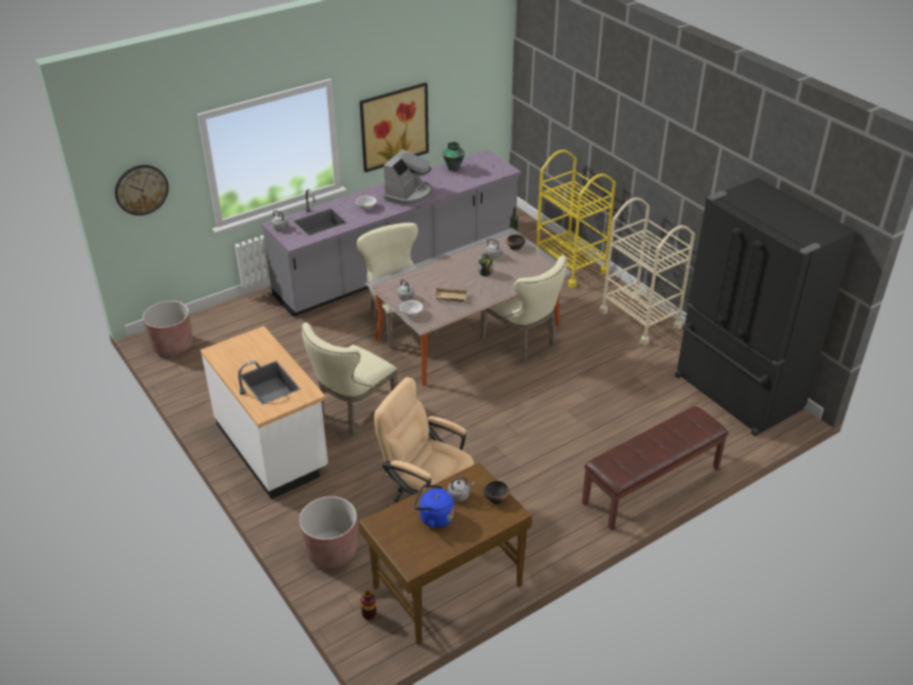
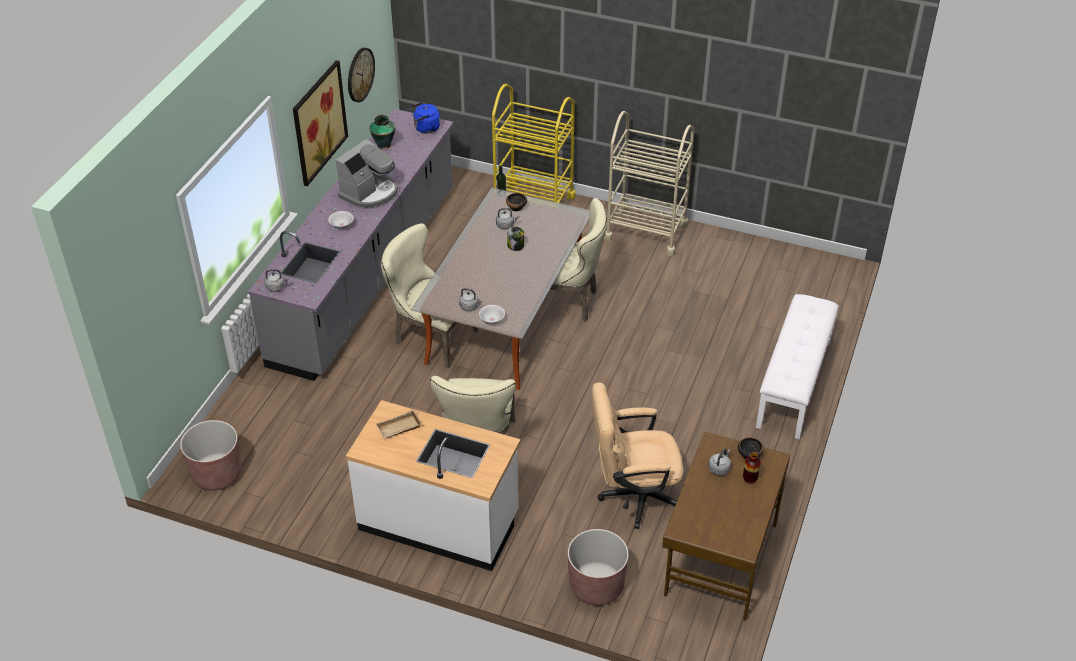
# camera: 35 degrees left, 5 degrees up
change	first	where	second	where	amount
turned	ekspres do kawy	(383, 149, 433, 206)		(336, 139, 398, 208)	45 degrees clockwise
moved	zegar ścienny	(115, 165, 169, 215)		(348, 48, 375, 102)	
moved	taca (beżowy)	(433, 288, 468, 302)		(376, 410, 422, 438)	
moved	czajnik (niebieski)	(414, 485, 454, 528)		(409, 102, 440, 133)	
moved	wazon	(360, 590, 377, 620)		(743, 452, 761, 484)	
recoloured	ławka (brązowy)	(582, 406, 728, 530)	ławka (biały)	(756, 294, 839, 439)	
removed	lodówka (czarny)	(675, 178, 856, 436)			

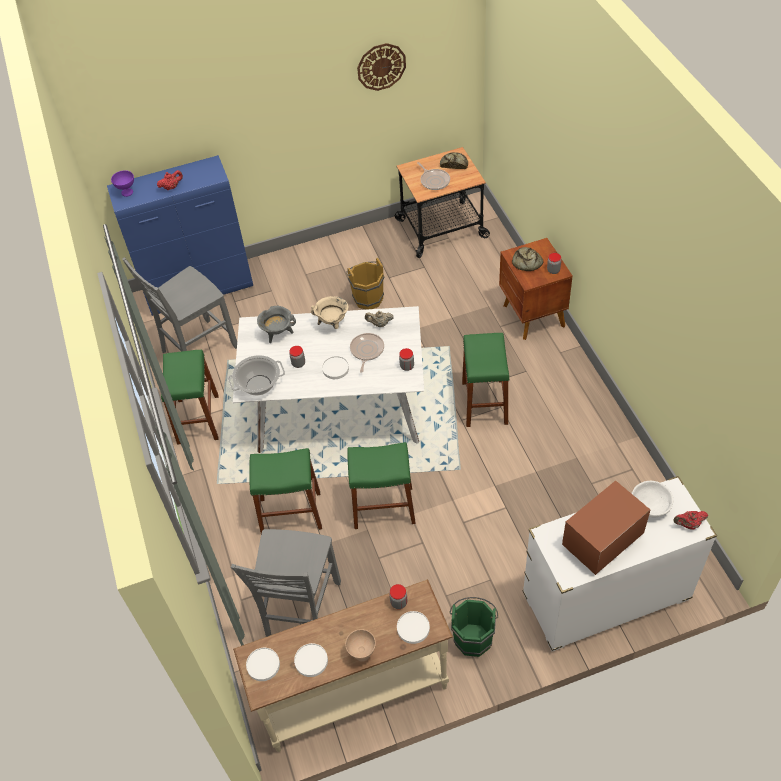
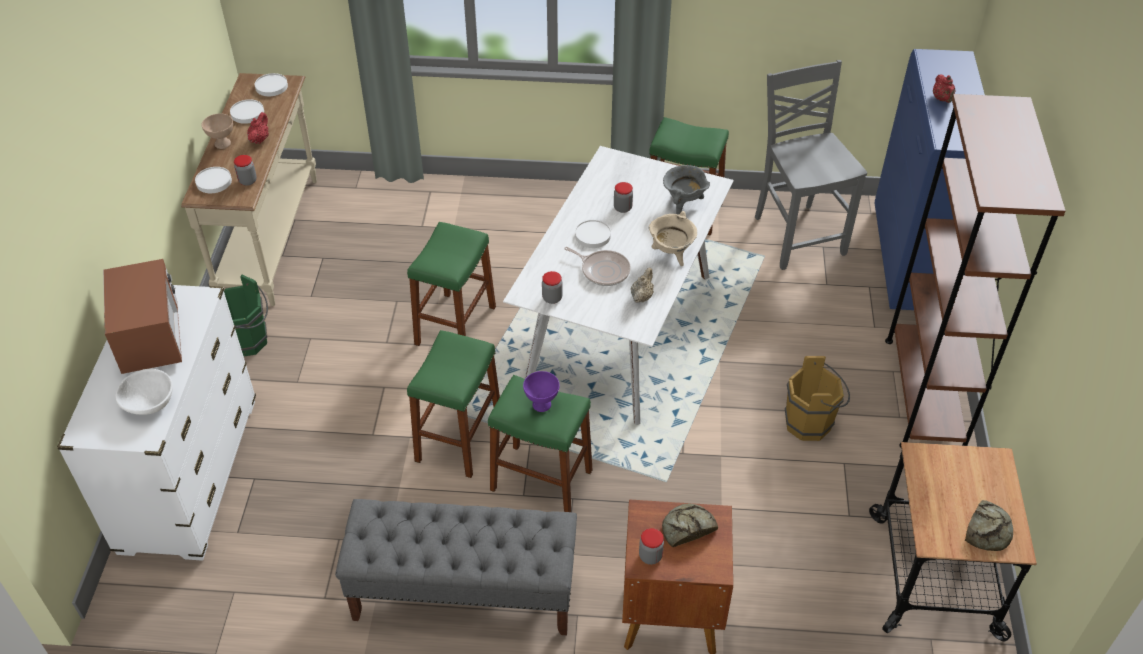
# camera: 110 degrees right, 5 degrees down
change	first	where	second	where	amount
moved	imbryk (czerwony)	(673, 511, 708, 530)		(247, 112, 269, 144)	
added			ławka (szary)	(335, 499, 577, 635)	
moved	stołek (zielony)	(250, 448, 322, 534)		(407, 330, 500, 478)	
moved	miska (fioletowy)	(111, 170, 134, 197)		(523, 371, 559, 412)	
added			regał (brązowy)	(885, 94, 1066, 448)	
removed	garnek	(228, 355, 285, 396)			
removed	krzesło (szary)	(231, 529, 341, 637)			
removed	zegar ścienny	(357, 43, 406, 91)			
removed	patelnia	(417, 162, 450, 190)			

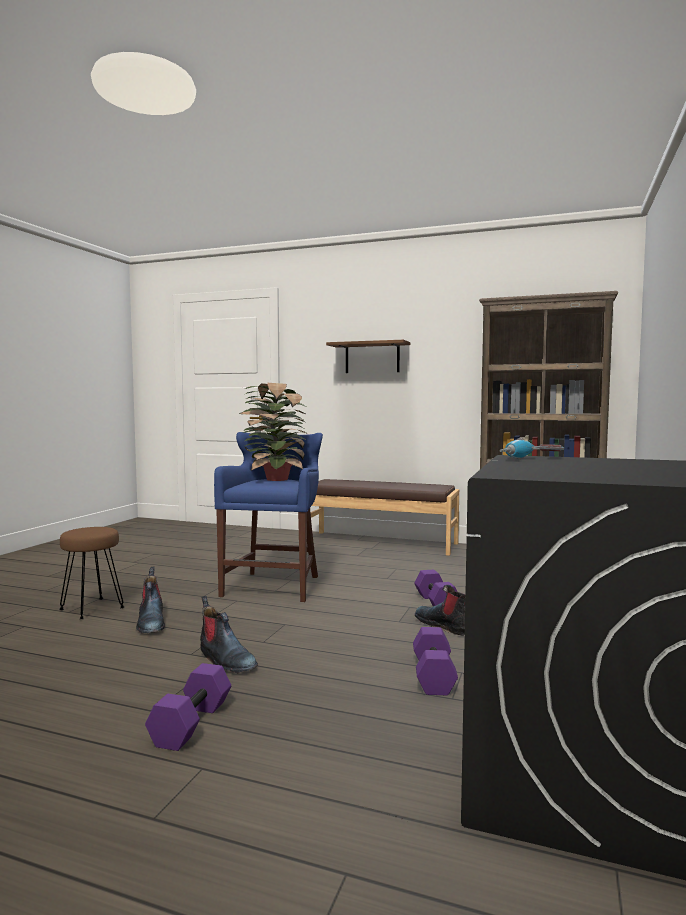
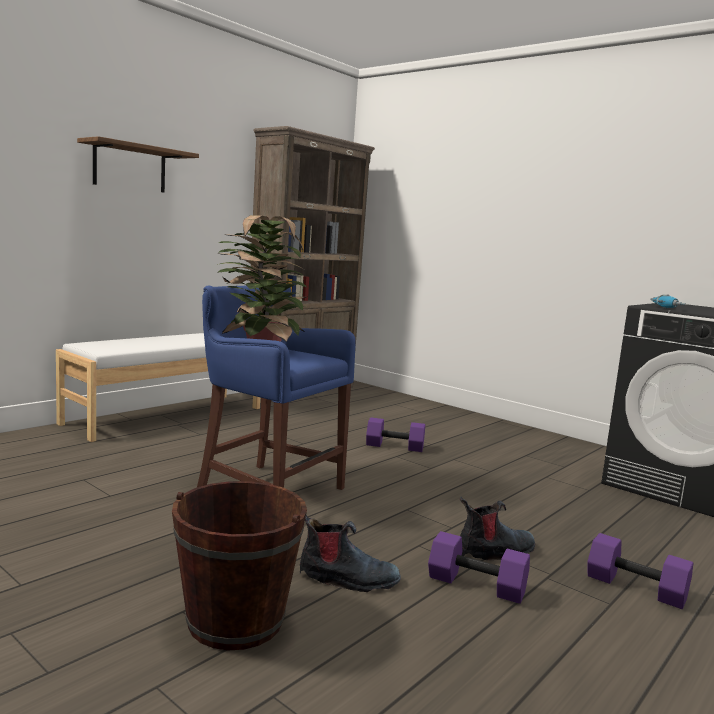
# camera: 70 degrees left, 5 degrees up
change	first	where	second	where	amount
recoloured	ławka (brązowy)	(310, 479, 459, 556)	ławka (biały)	(56, 333, 260, 442)	
replaced	stołek (brązowy)	(59, 527, 124, 619)	wiadro (brązowy)	(172, 481, 307, 650)	
moved	hantel (fioletowy)	(413, 627, 458, 695)		(428, 531, 530, 604)	
removed	but z cholewką	(415, 585, 465, 635)			

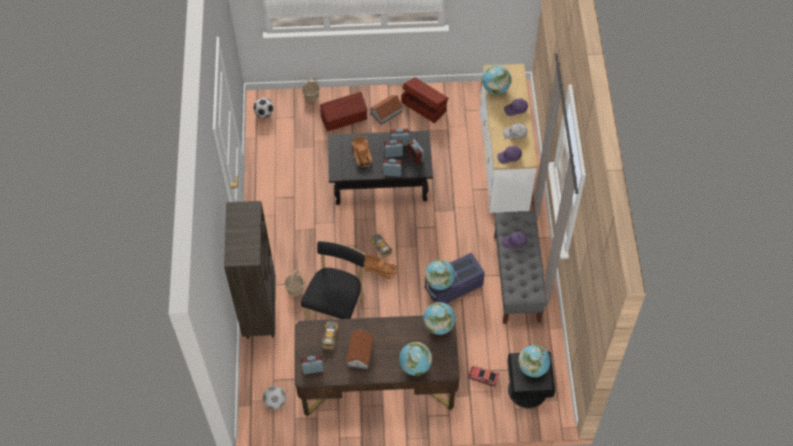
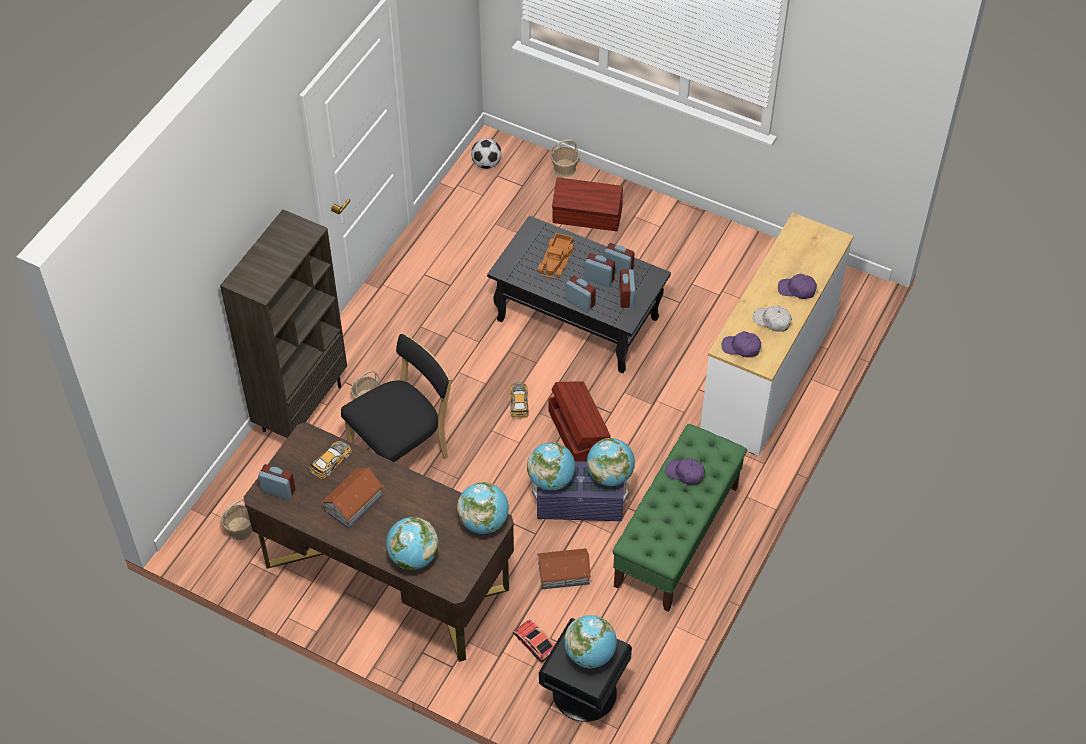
# camera: 30 degrees right, 5 degrees down
change	first	where	second	where	amount
replaced	piłka futbolowa	(263, 386, 286, 409)	koszyk	(221, 499, 252, 540)	
moved	domek	(370, 95, 403, 125)		(537, 548, 591, 589)	
moved	pojemnik do przechowywania (brązowy)	(401, 77, 448, 123)		(548, 381, 611, 462)	
moved	globus	(482, 65, 511, 95)		(587, 438, 635, 486)	
recoloured	ławka (szary)	(494, 211, 547, 324)	ławka (zielony)	(612, 424, 747, 612)	
removed	ciężarówka zabawkowa	(364, 254, 397, 279)			

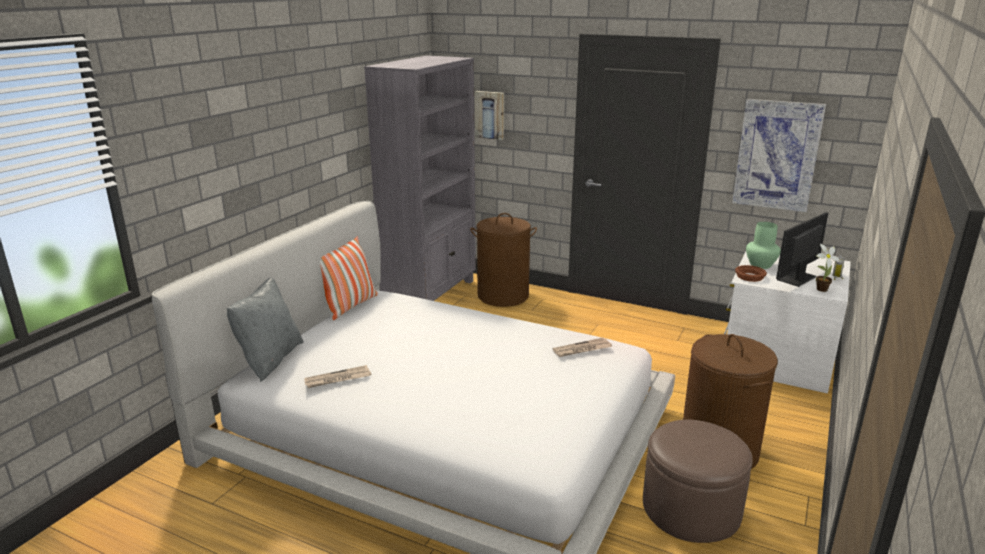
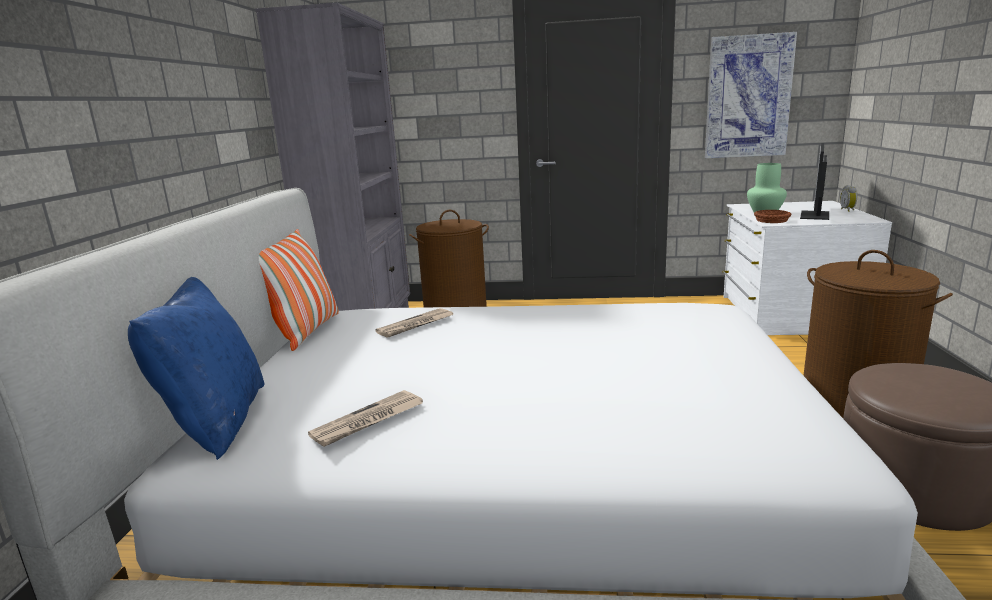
# camera: 20 degrees left, 5 degrees down
change	first	where	second	where	amount
recoloured	poduszka (szary)	(227, 277, 304, 382)	poduszka (niebieski)	(128, 277, 264, 460)	
moved	gazeta	(553, 337, 612, 357)		(375, 308, 453, 338)	
removed	obraz	(475, 91, 504, 140)			
removed	roślina doniczkowa	(816, 244, 841, 292)			

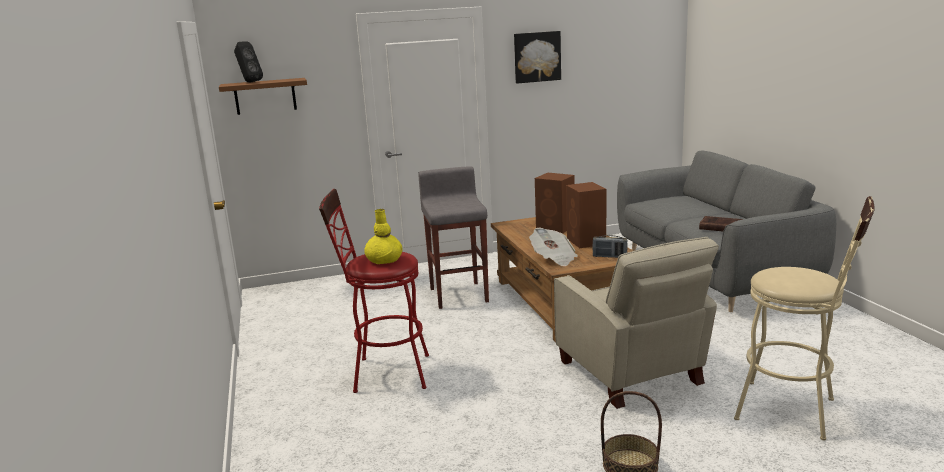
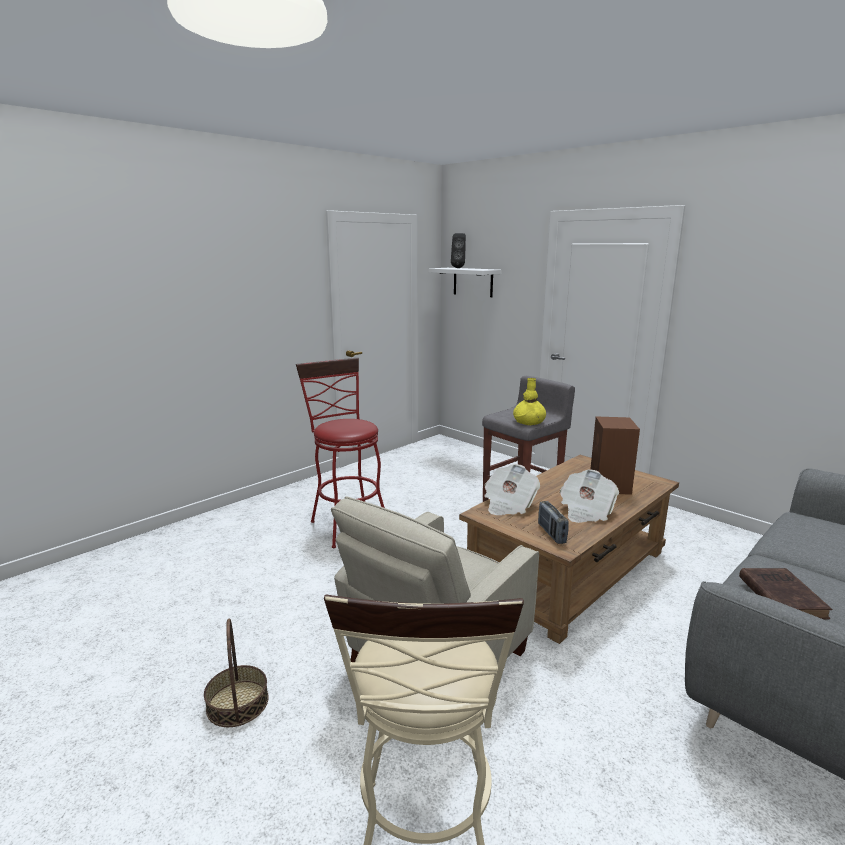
# camera: 60 degrees right, 0 degrees up
change	first	where	second	where	amount
recoloured	półka (brązowy)	(219, 78, 307, 115)	półka (biały)	(429, 268, 502, 297)	
moved	wazon (żółty)	(364, 209, 402, 264)		(513, 378, 546, 426)	
replaced	głośnik (brązowy)	(566, 182, 606, 248)	gazeta	(560, 469, 619, 523)	
removed	obraz	(514, 31, 561, 83)			

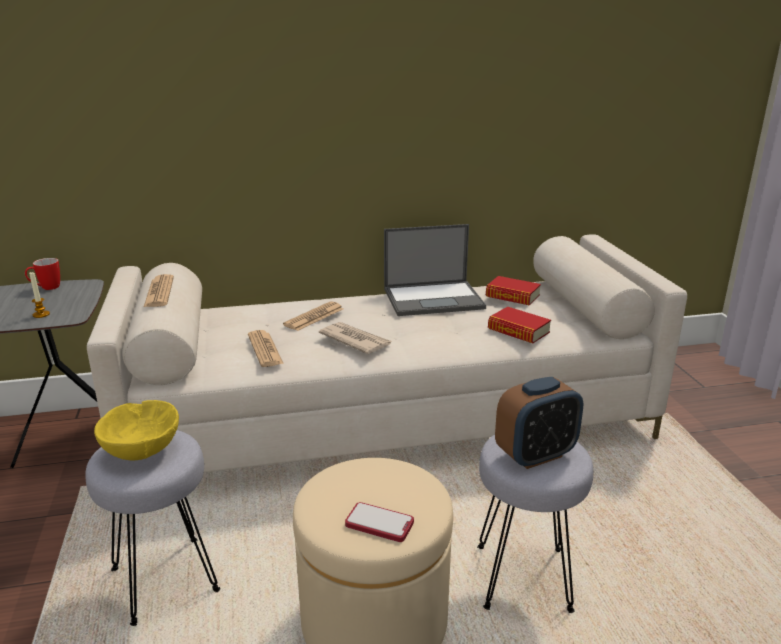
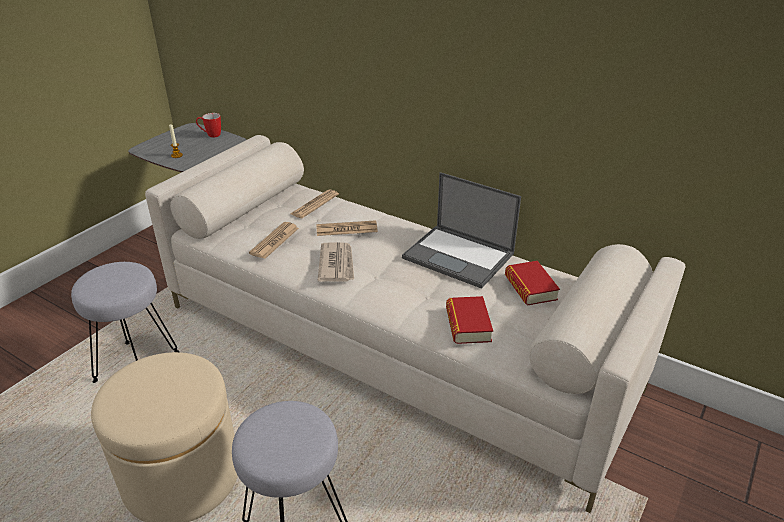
# camera: 45 degrees right, 10 degrees up
change	first	where	second	where	amount
moved	gazeta	(144, 274, 174, 307)		(291, 190, 339, 218)	
removed	miska (żółty)	(94, 400, 179, 461)			
removed	telefon	(345, 502, 414, 542)			
removed	budzik	(495, 377, 583, 469)			

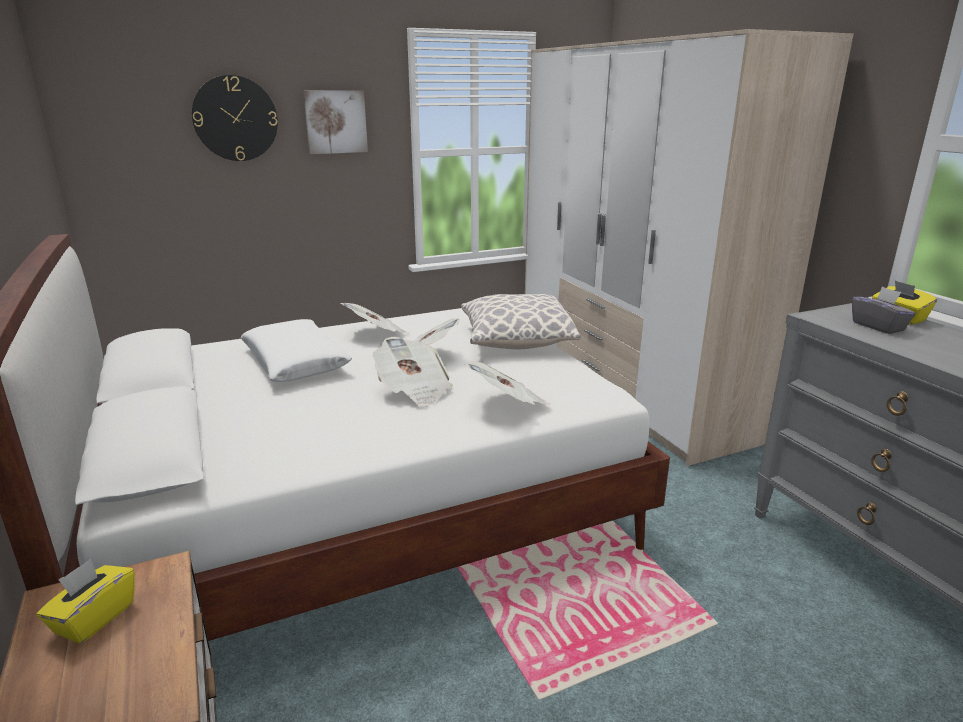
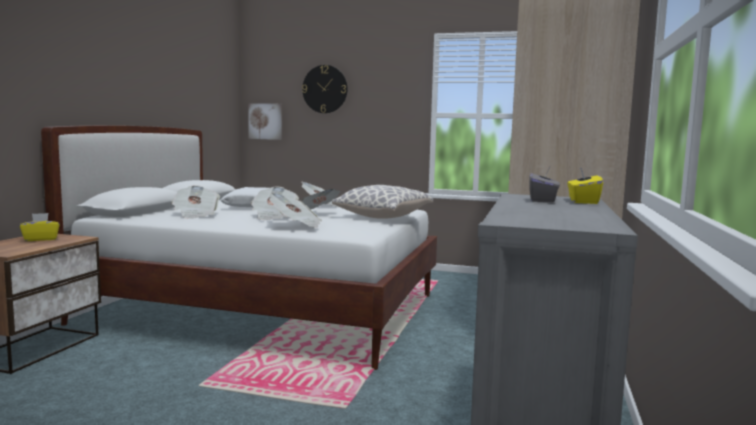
# camera: 40 degrees right, 15 degrees down
change	first	where	second	where	amount
added			gazeta	(171, 185, 220, 219)	
moved	obraz	(303, 90, 368, 154)		(248, 103, 282, 140)	

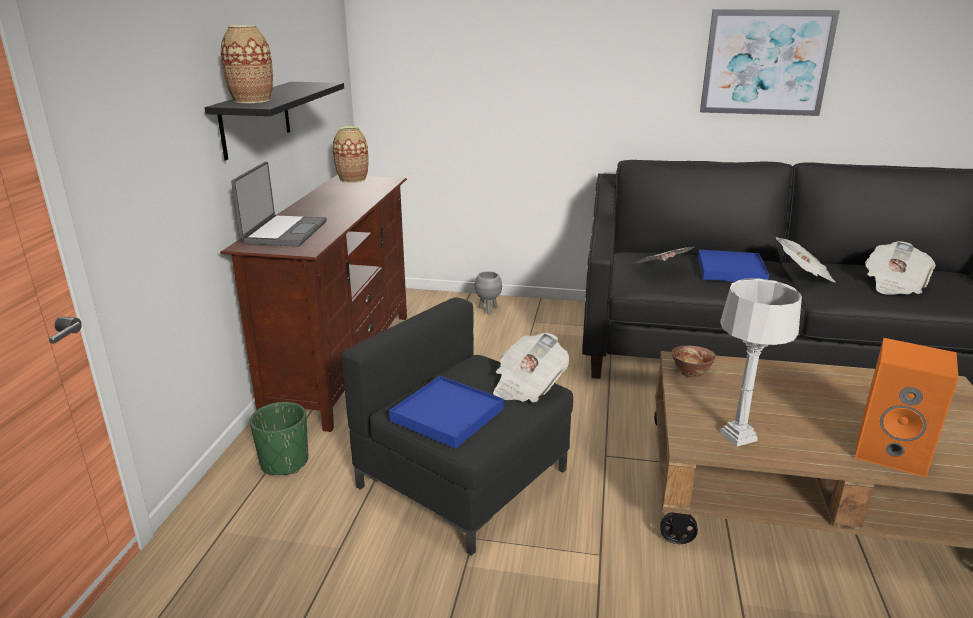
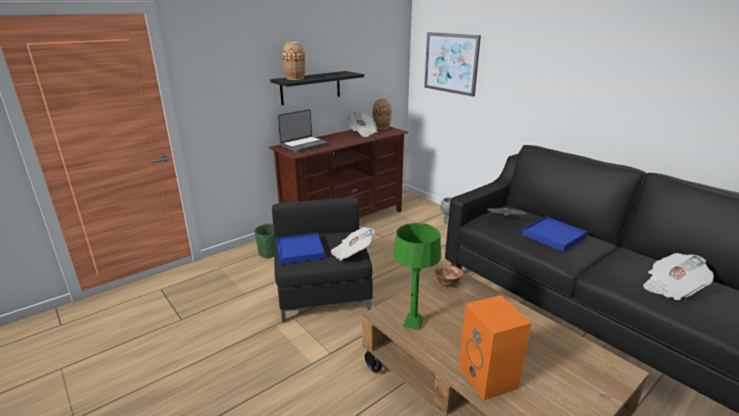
# camera: 40 degrees right, 0 degrees up
change	first	where	second	where	amount
moved	gazeta	(776, 237, 836, 283)		(347, 112, 377, 137)	
recoloured	lampa stołowa (szary)	(720, 278, 802, 447)	lampa stołowa (zielony)	(393, 223, 441, 330)	
moved	obraz	(700, 9, 840, 116)		(424, 32, 481, 97)	

